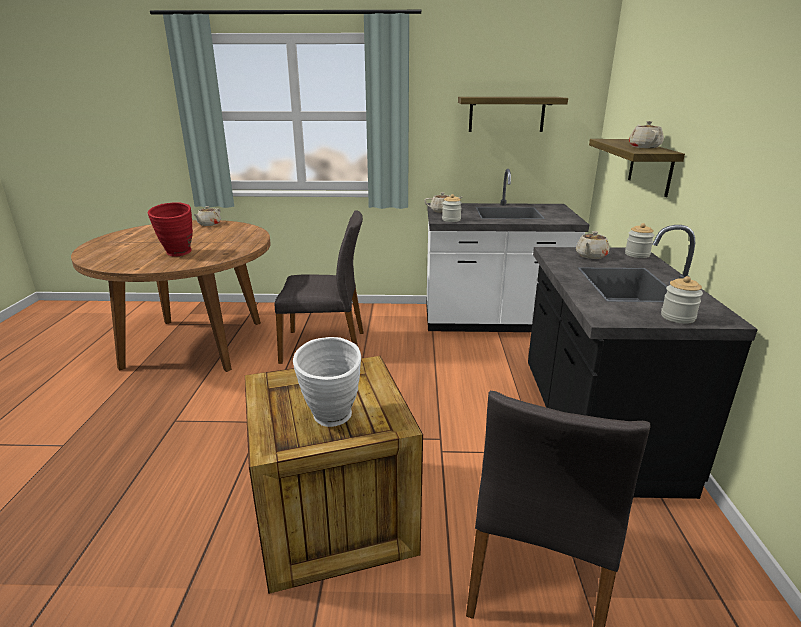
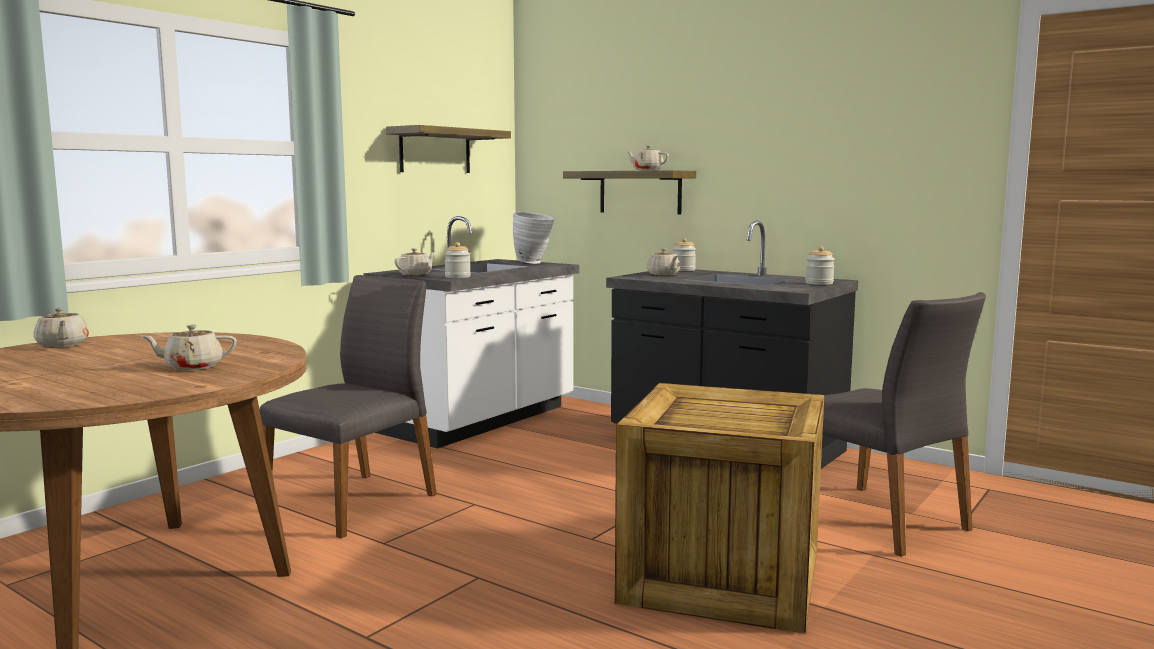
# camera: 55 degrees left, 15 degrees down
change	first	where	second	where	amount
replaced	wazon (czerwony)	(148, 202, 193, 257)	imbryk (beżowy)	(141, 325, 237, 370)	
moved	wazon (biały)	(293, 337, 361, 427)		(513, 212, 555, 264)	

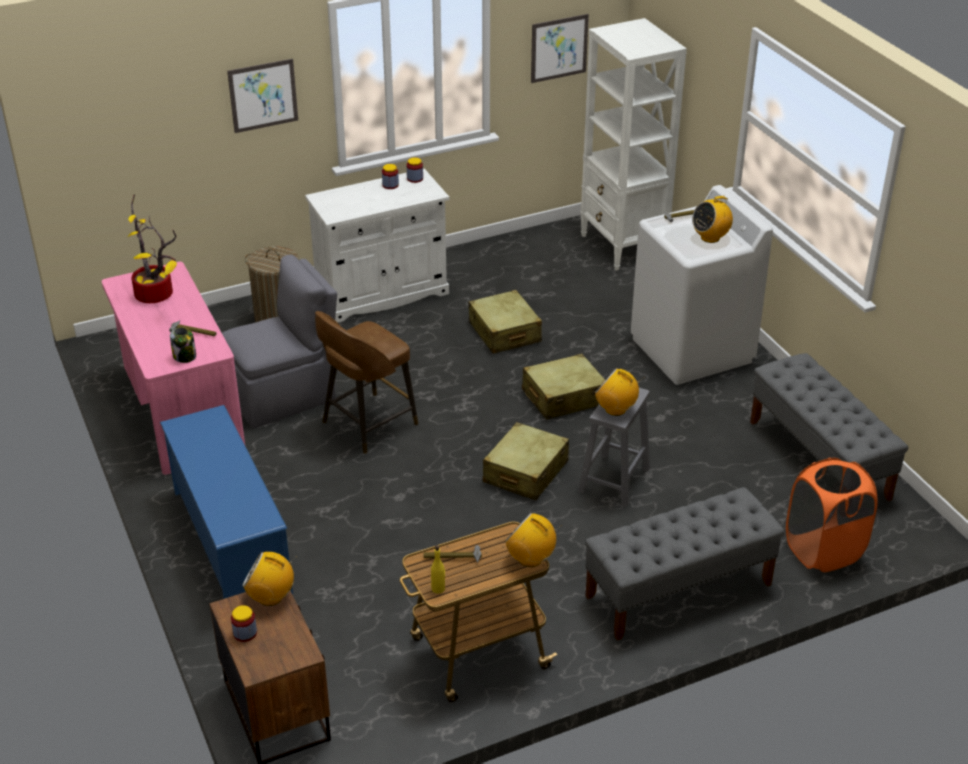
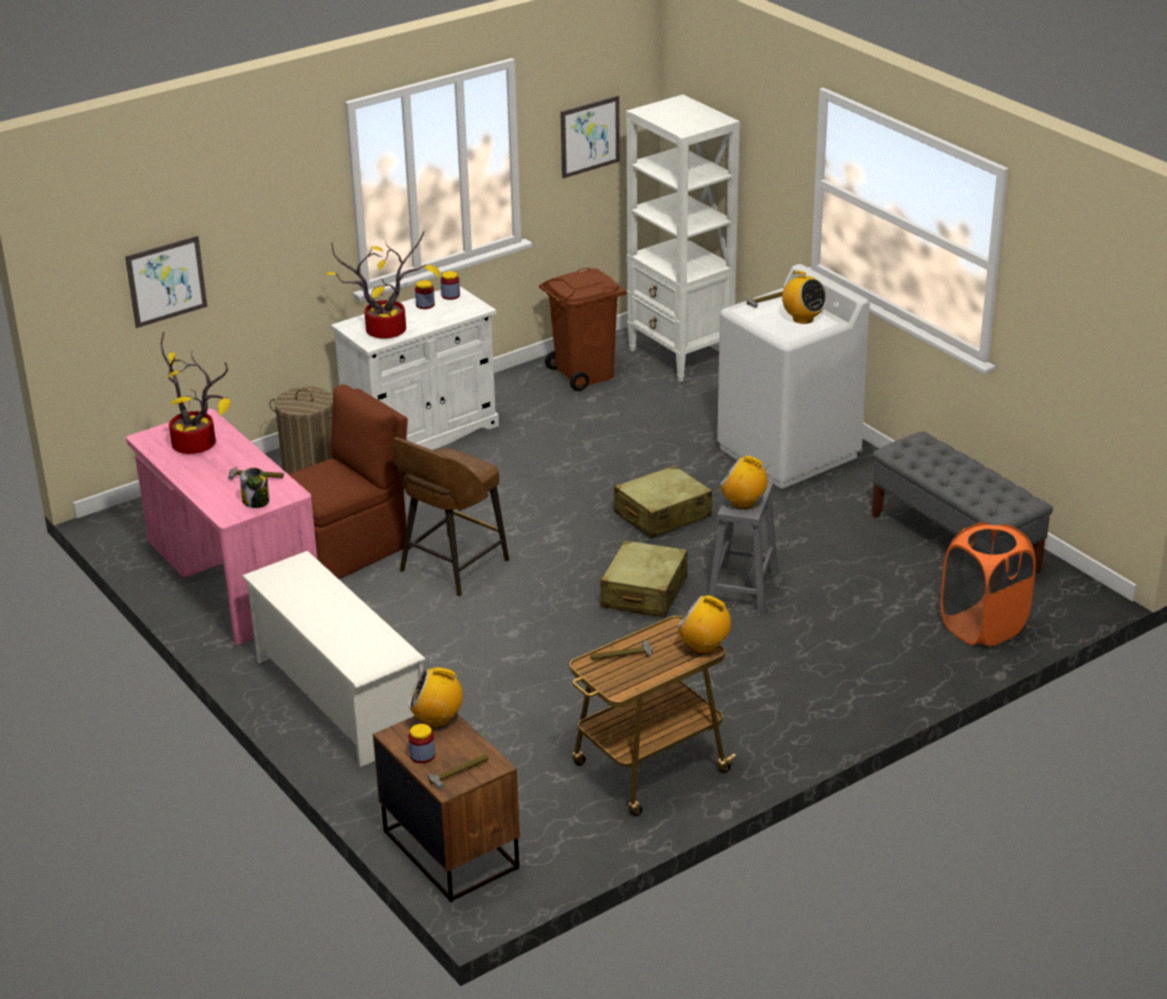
# camera: 10 degrees left, 5 degrees down
change	first	where	second	where	amount
moved	obraz	(227, 59, 298, 133)		(125, 236, 207, 328)	
recoloured	regał na buty (niebieski)	(160, 405, 293, 599)	regał na buty (biały)	(242, 551, 425, 767)	
recoloured	krzesło (szary)	(222, 254, 337, 428)	krzesło (brązowy)	(288, 384, 408, 579)	
added			roślina doniczkowa	(325, 231, 440, 338)	
added			młotek	(428, 754, 489, 789)	
added			kosz na śmieci (brązowy)	(539, 268, 627, 391)	
turned	radio	(692, 195, 733, 243)		(780, 271, 827, 324)	90 degrees counterclockwise
removed	butelka (żółty)	(431, 545, 445, 594)			
removed	walizka (beżowy)	(468, 290, 542, 353)			
removed	ławka (szary)	(585, 487, 785, 641)			

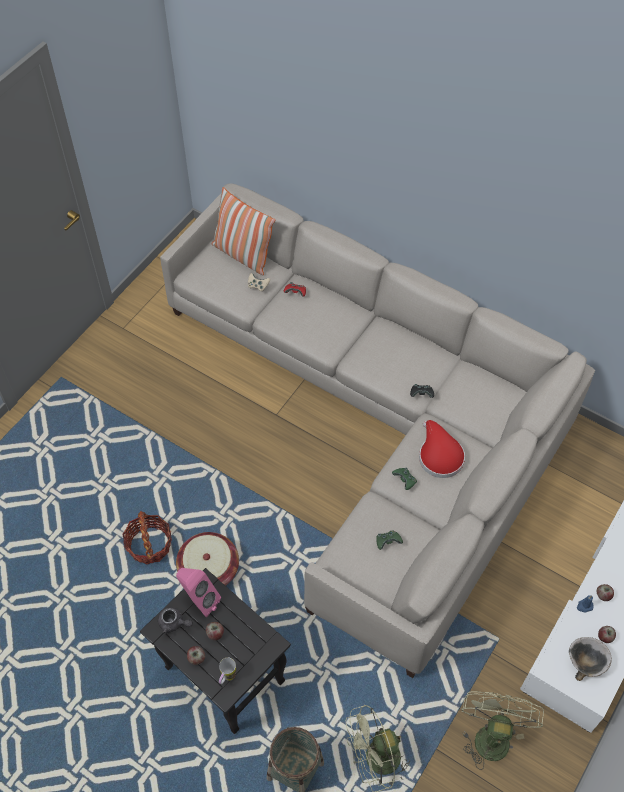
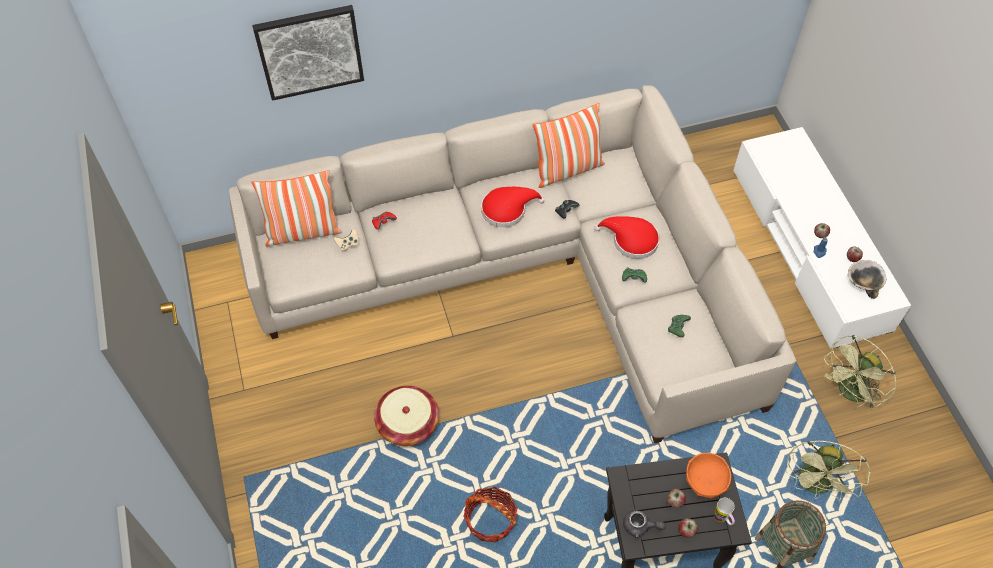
# camera: 50 degrees left, 0 degrees up
change	first	where	second	where	amount
added			obraz	(252, 5, 364, 101)	
moved	koszyk	(176, 532, 239, 586)		(374, 385, 439, 446)	
added			kapelusz (czerwony)	(481, 187, 545, 227)	
added			poduszka	(533, 103, 605, 188)	
turned	imbryk (szary)	(158, 607, 193, 634)		(623, 510, 665, 539)	45 degrees clockwise
added			miska (pomarańczowy)	(686, 453, 731, 498)	
turned	wentylator (zielony)	(461, 692, 544, 770)		(824, 335, 896, 410)	90 degrees counterclockwise
removed	głośnik (różowy)	(176, 568, 221, 617)			

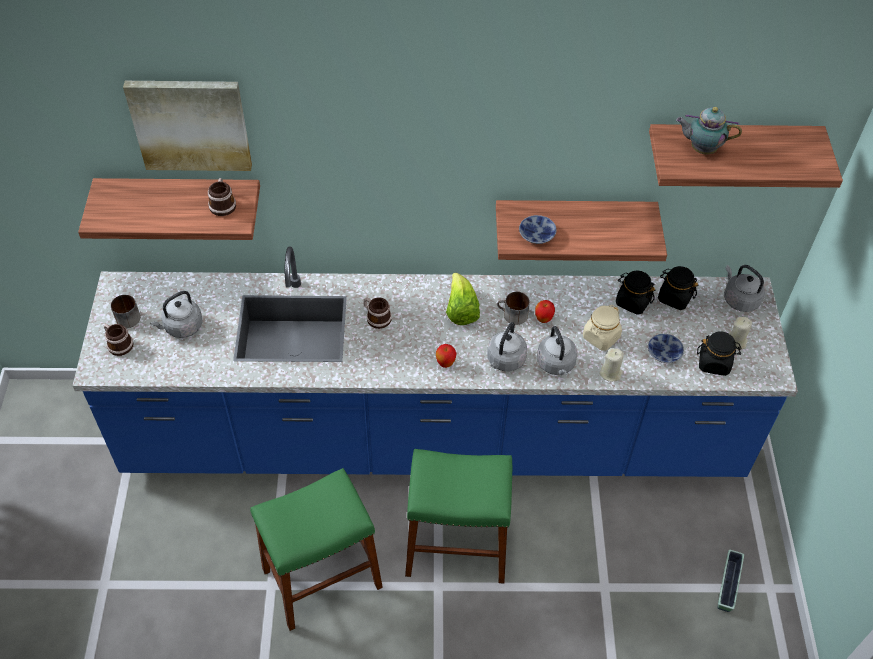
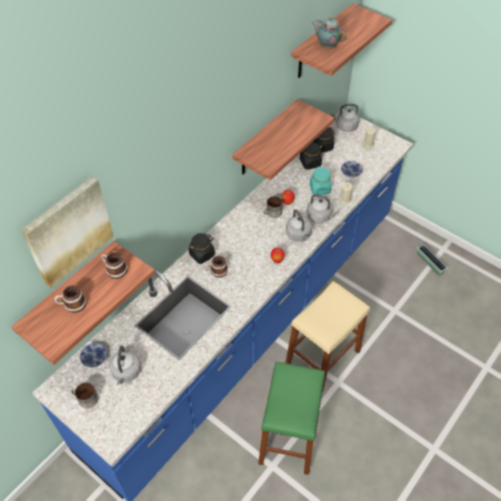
# camera: 50 degrees left, 0 degrees up
change	first	where	second	where	amount
moved	kubek	(104, 324, 134, 356)		(54, 286, 87, 313)	
moved	miska	(519, 215, 556, 244)		(80, 343, 107, 368)	
moved	słoik (czarny)	(697, 331, 742, 376)		(189, 233, 215, 264)	
recoloured	stołek (zielony)	(405, 449, 512, 584)	stołek (beżowy)	(285, 281, 370, 392)	
recoloured	słoik (beżowy)	(583, 305, 622, 351)	słoik (turkusowy)	(310, 166, 332, 195)	
turned	imbryk	(676, 107, 742, 154)		(312, 16, 347, 49)	75 degrees clockwise
removed	sałata	(446, 273, 480, 325)			

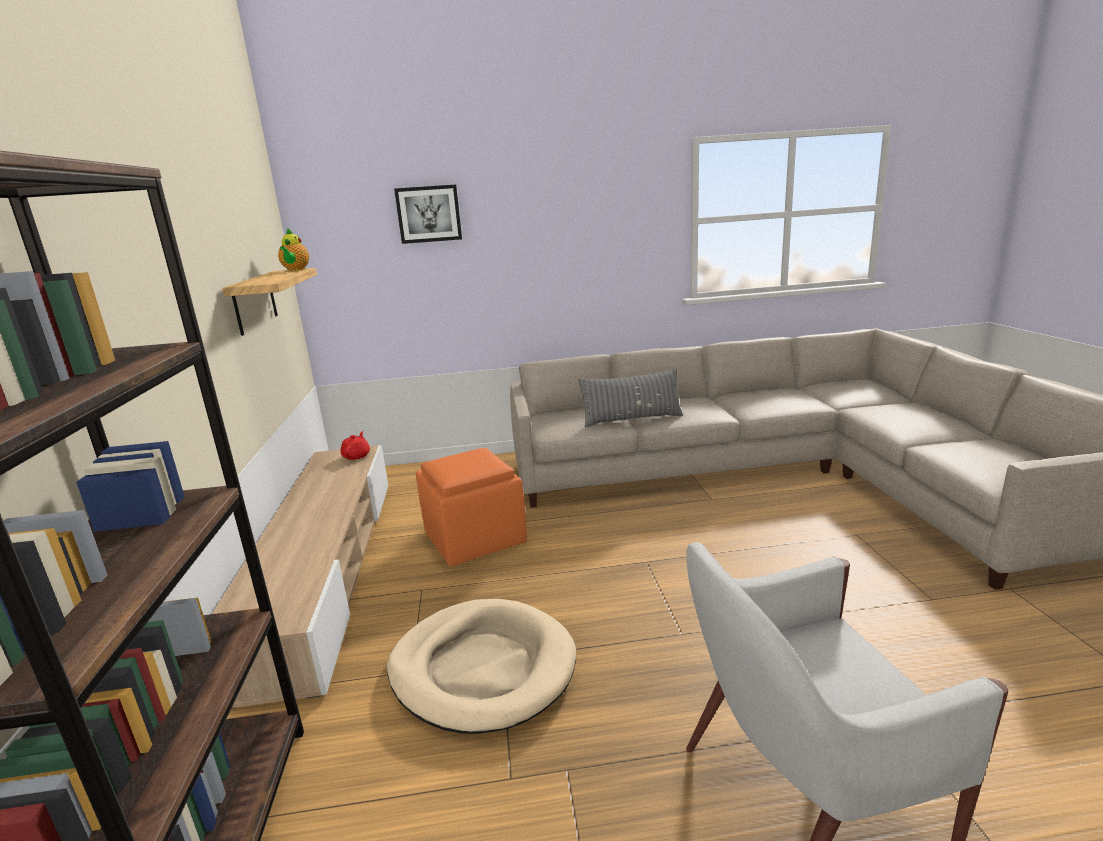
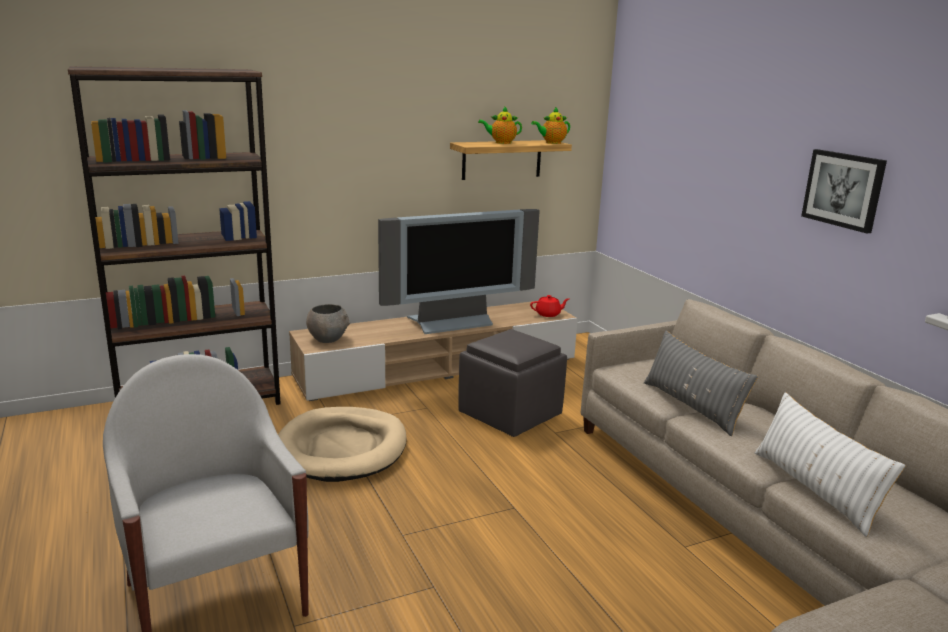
# camera: 70 degrees right, 0 degrees up
change	first	where	second	where	amount
added			miska (szary)	(306, 304, 350, 343)	
added			telewizor	(378, 209, 540, 334)	
recoloured	pufa (pomarańczowy)	(416, 448, 527, 567)	pufa (szary)	(459, 329, 567, 437)	
added			imbryk	(478, 106, 522, 144)	
added			poduszka (biały)	(755, 392, 906, 537)	
moved	obraz	(394, 184, 462, 244)		(801, 149, 887, 233)	

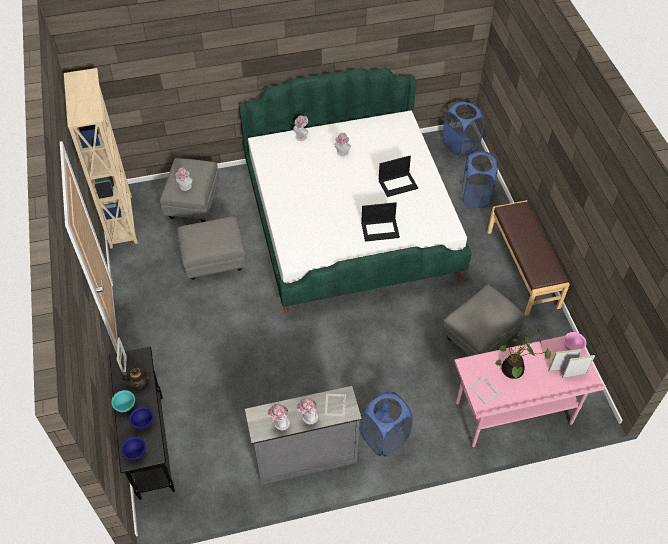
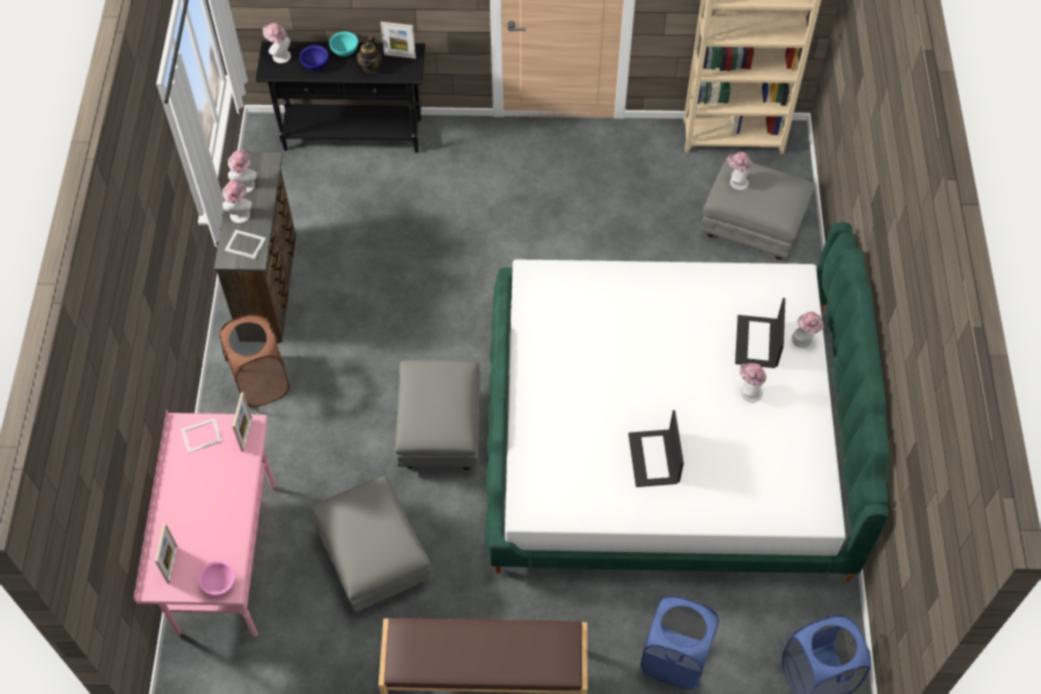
# camera: 105 degrees right, 5 degrees up
change	first	where	second	where	amount
recoloured	komoda (szary)	(245, 386, 362, 485)	komoda (brązowy)	(214, 152, 296, 342)	
recoloured	kosz na pranie (niebieski)	(360, 392, 413, 456)	kosz na pranie (brązowy)	(219, 314, 290, 407)	
moved	ramka na zdjęcie	(548, 349, 582, 372)		(232, 392, 252, 452)	
replaced	miska (niebieski)	(121, 437, 146, 460)	kapelusz	(263, 23, 291, 63)	
moved	pufa (szary)	(177, 217, 246, 280)		(395, 360, 481, 470)	
moved	laptop	(361, 202, 400, 242)		(735, 298, 785, 368)	
removed	roślina doniczkowa	(495, 329, 551, 379)			

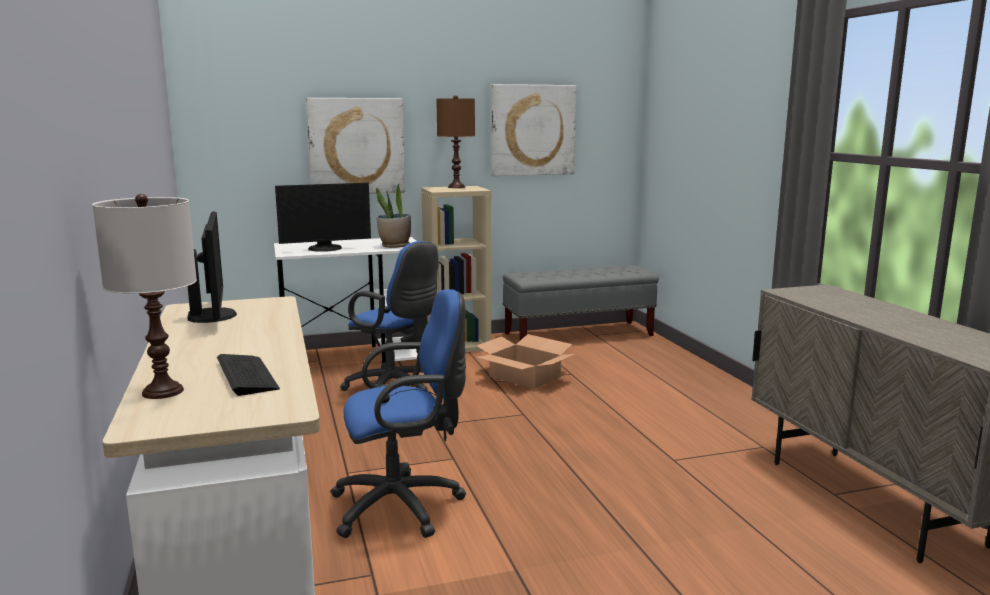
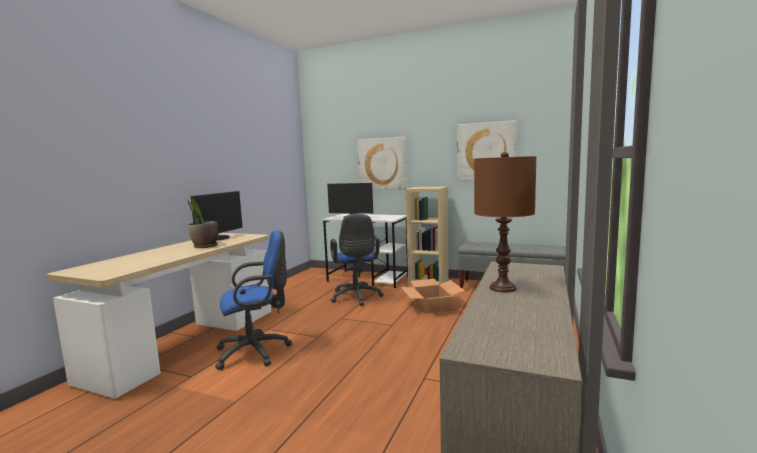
# camera: 40 degrees right, 5 degrees down
change	first	where	second	where	amount
moved	roślina doniczkowa	(376, 184, 411, 248)		(188, 198, 218, 248)	
turned	krzesło biurowe (niebieski)	(330, 289, 466, 538)		(215, 231, 292, 370)	45 degrees counterclockwise
moved	lampa stołowa (brązowy)	(436, 95, 475, 188)		(474, 152, 537, 293)	
removed	lampa stołowa (biały)	(92, 194, 197, 399)			
removed	klawiatura	(217, 354, 280, 396)			

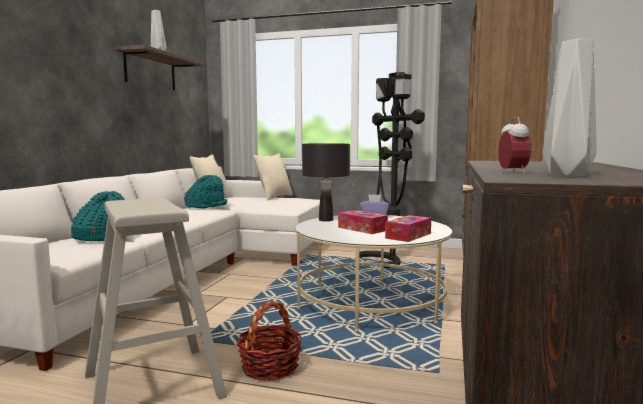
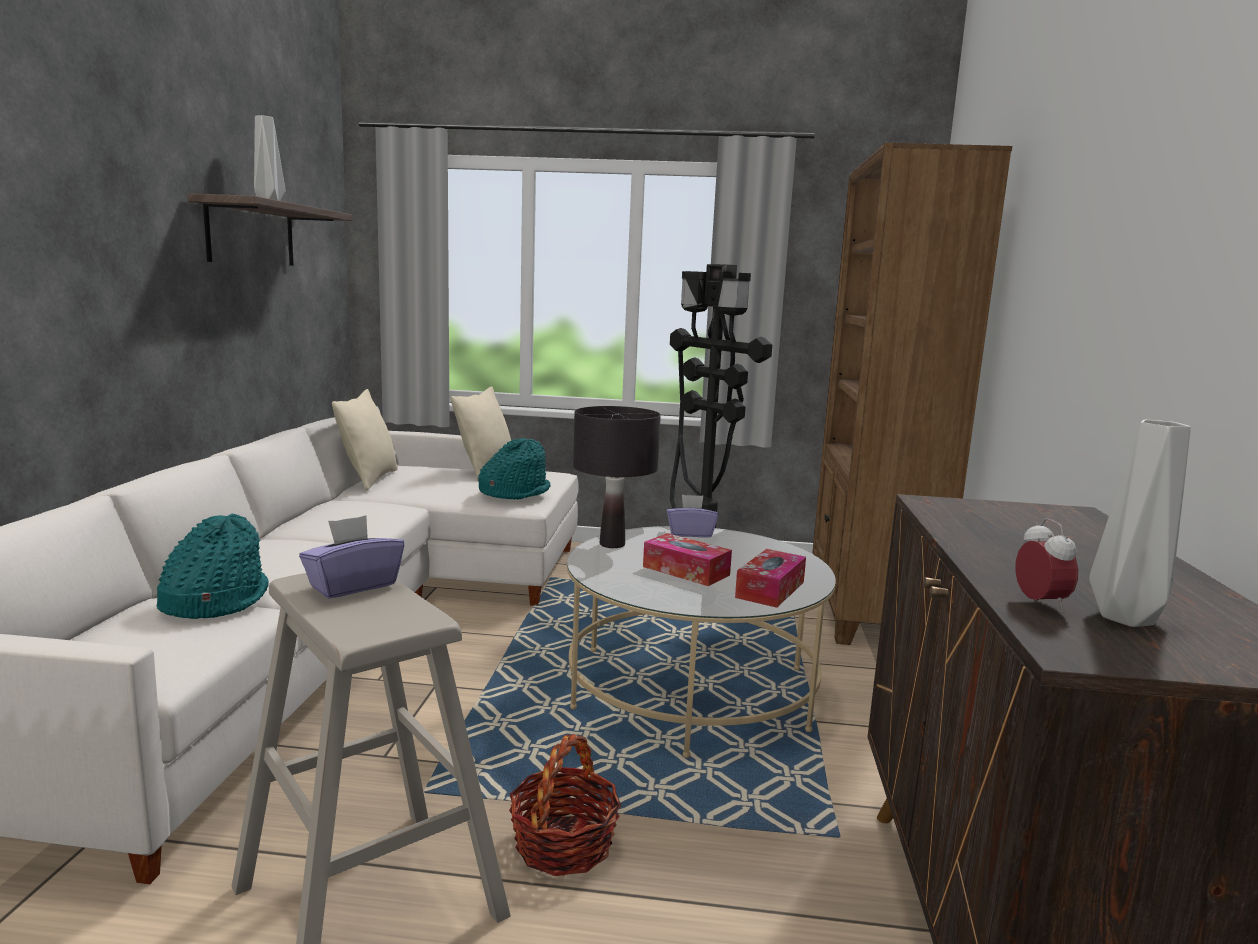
# camera: 10 degrees left, 5 degrees up
change	first	where	second	where	amount
added			pudełko chusteczek (fioletowy)	(299, 515, 404, 599)	
moved	kapelusz (turkusowy)	(184, 175, 227, 209)		(478, 438, 551, 500)	

